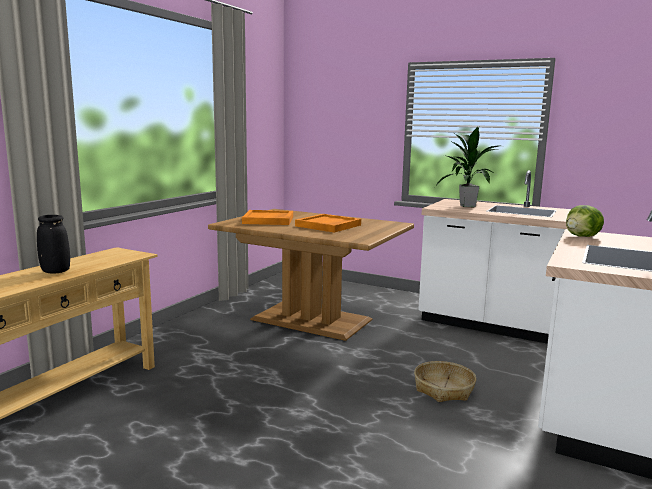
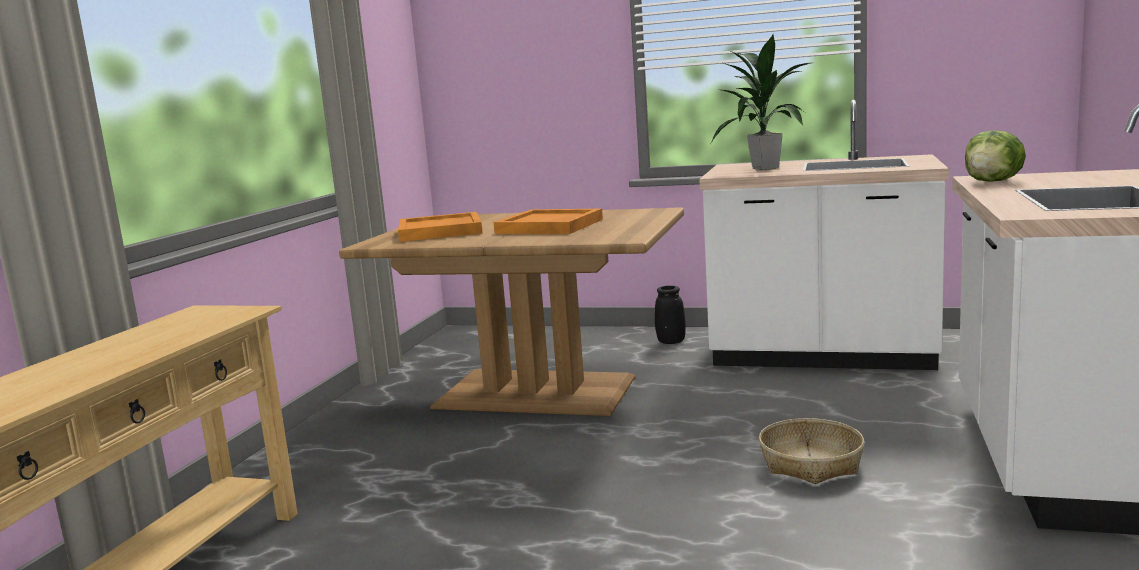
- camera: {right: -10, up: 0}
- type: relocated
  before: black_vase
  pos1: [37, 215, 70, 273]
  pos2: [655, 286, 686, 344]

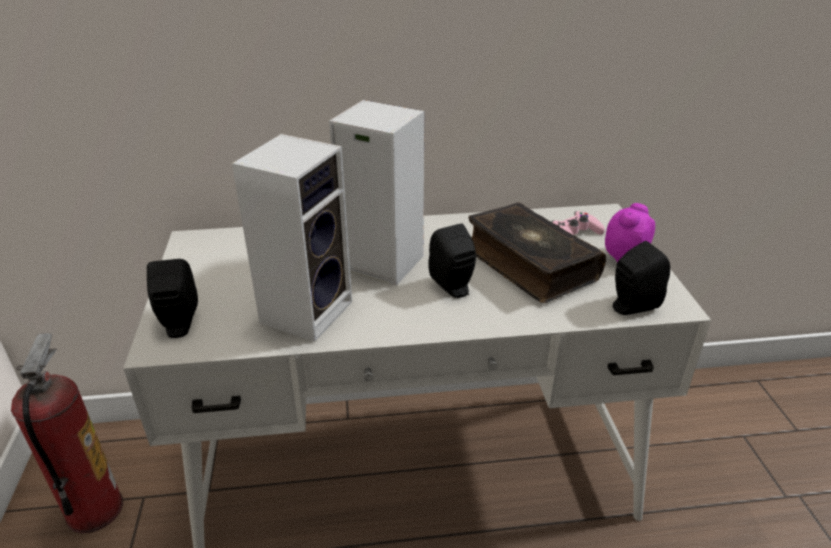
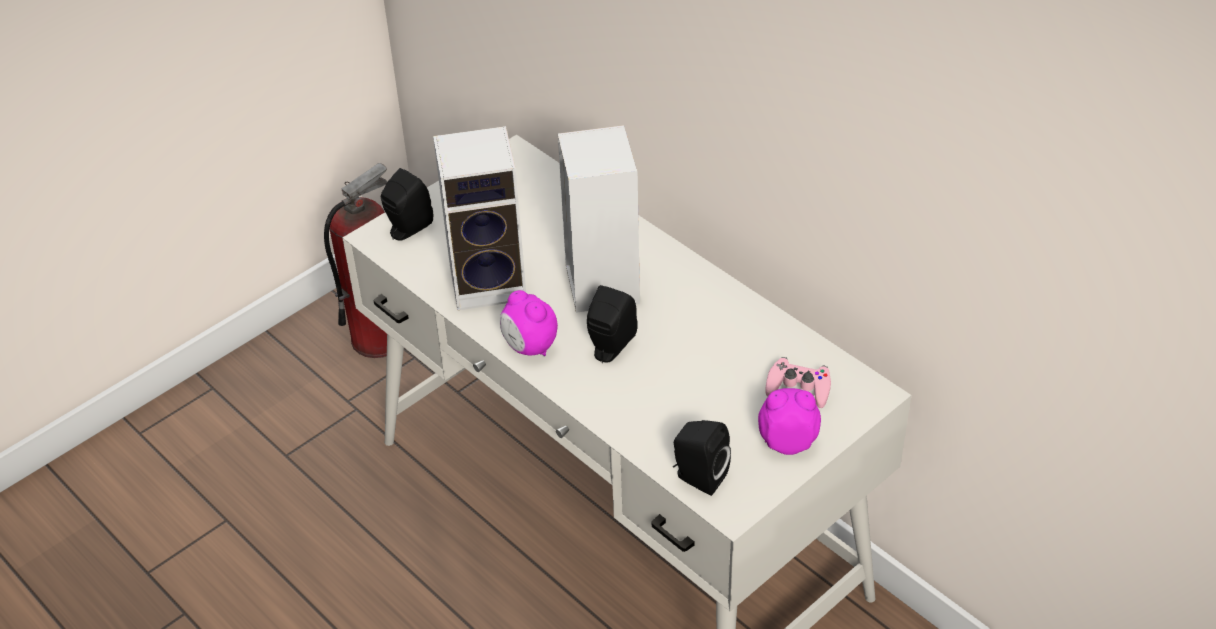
- camera: {right: 55, up: 10}
- type: appeared
  after: alarm_clock
  pos2: [500, 290, 558, 356]
- type: missing
  before: book
  pos1: [468, 202, 606, 303]

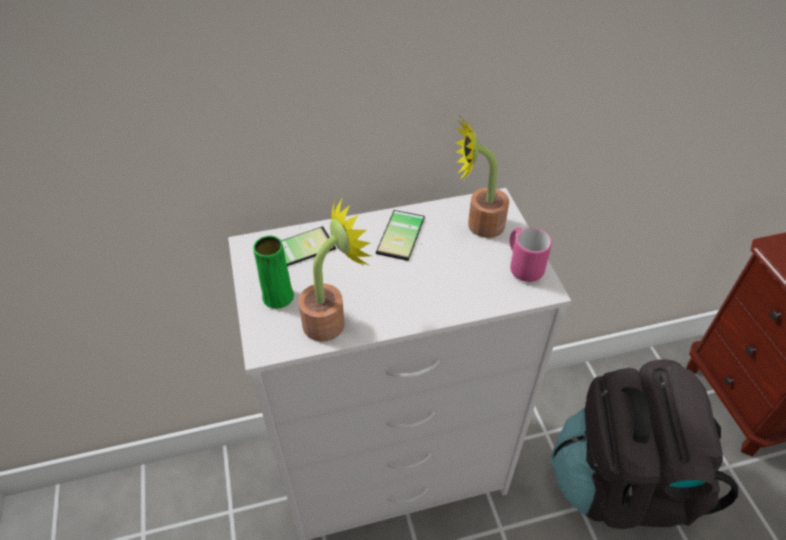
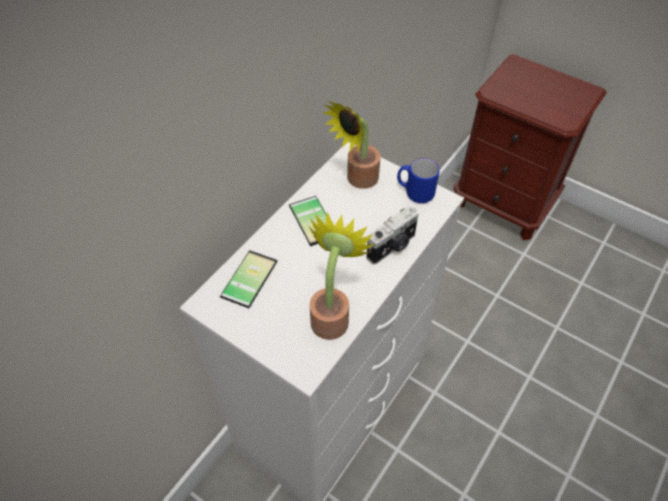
- camera: {right: -40, up: 5}
- type: appeared
  after: photo_camera
  pos2: [366, 206, 418, 264]
- type: colour
  before: pink_mug
  after: blue_mug
  pos1: [510, 228, 552, 282]
  pos2: [397, 158, 440, 203]
- type: missing
  before: green_vase
  pos1: [253, 236, 294, 309]
- type: missing
  before: black_backpack
  pos1: [551, 359, 738, 529]

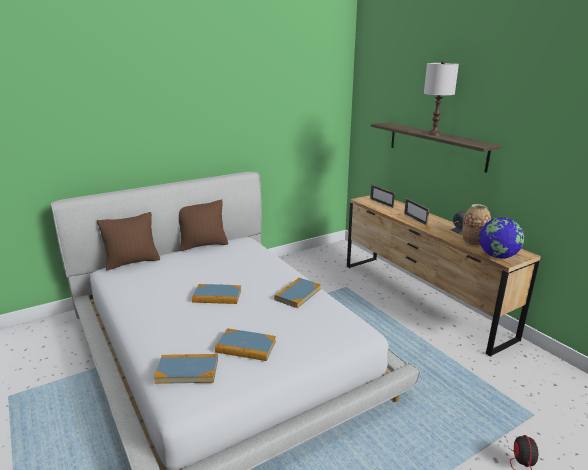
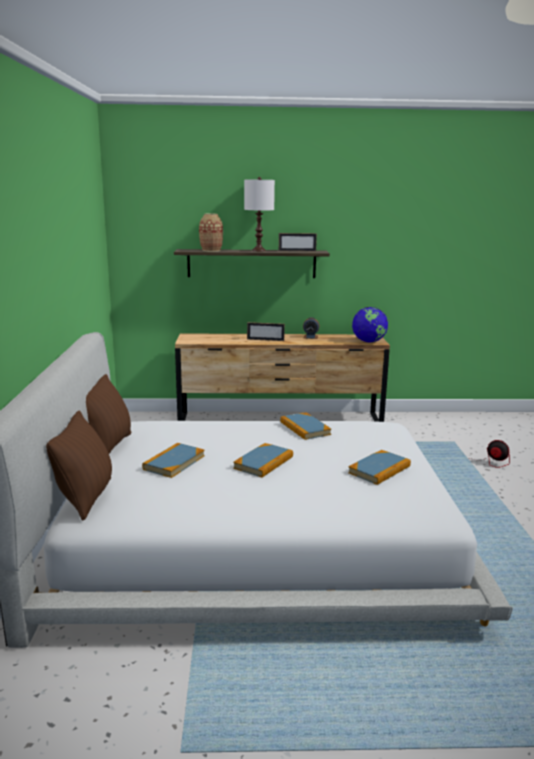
- camera: {right: -60, up: -5}
- type: relocated
  before: book
  pos1: [154, 354, 218, 384]
  pos2: [142, 443, 205, 478]
- type: relocated
  before: vase
  pos1: [462, 204, 491, 246]
  pos2: [199, 214, 223, 252]
- type: relocated
  before: picture_frame
  pos1: [370, 185, 395, 208]
  pos2: [279, 233, 317, 251]

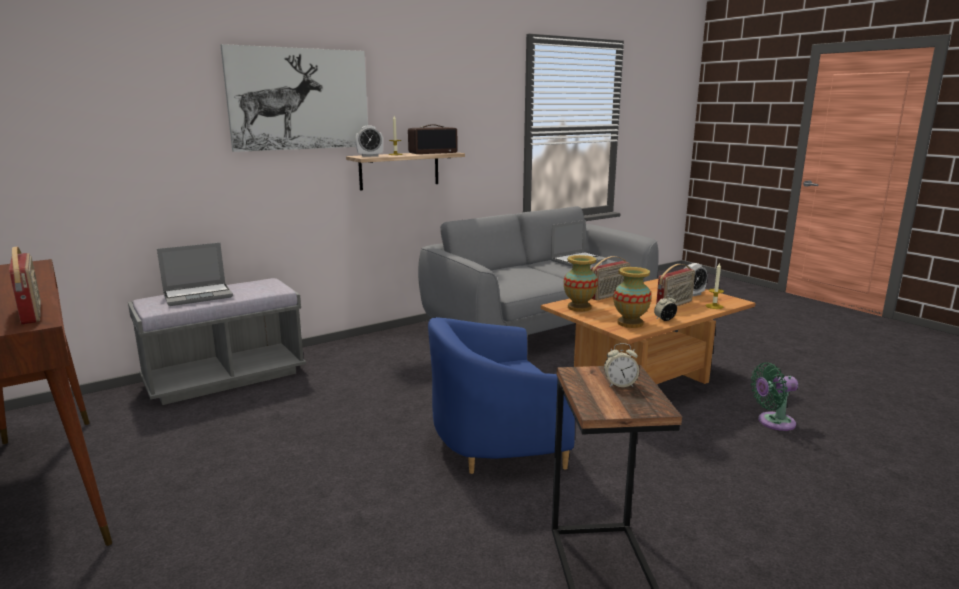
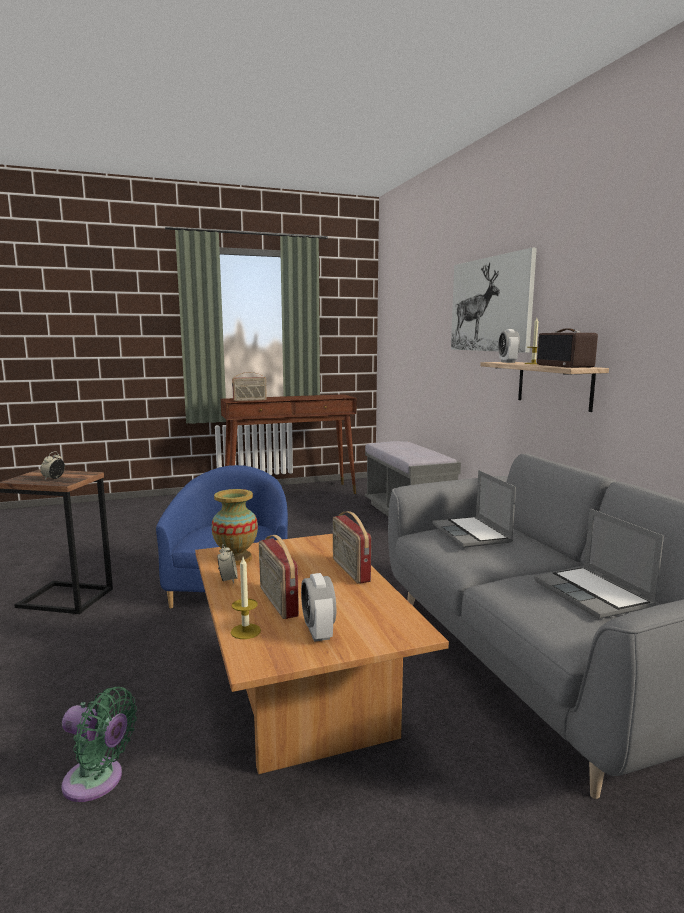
- camera: {right: 105, up: -5}
- type: spun
  before: green_fan
  pos1: [751, 362, 798, 431]
  pos2: [61, 687, 137, 802]
  turn: 105
- type: relocated
  before: laptop
  pos1: [157, 242, 233, 306]
  pos2: [432, 470, 516, 548]
- type: missing
  before: vase
  pos1: [564, 255, 598, 312]

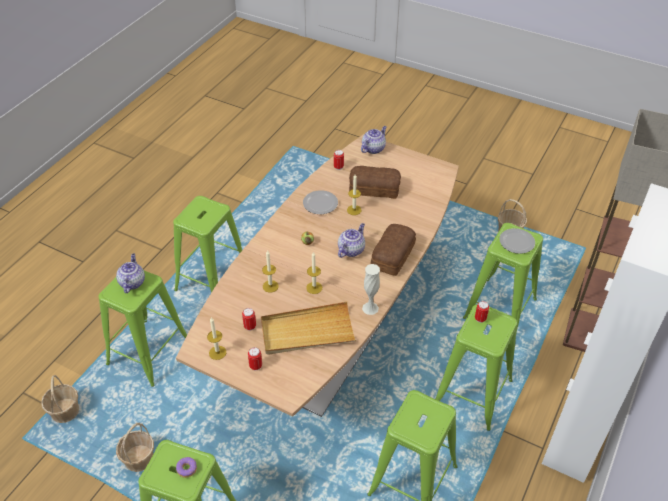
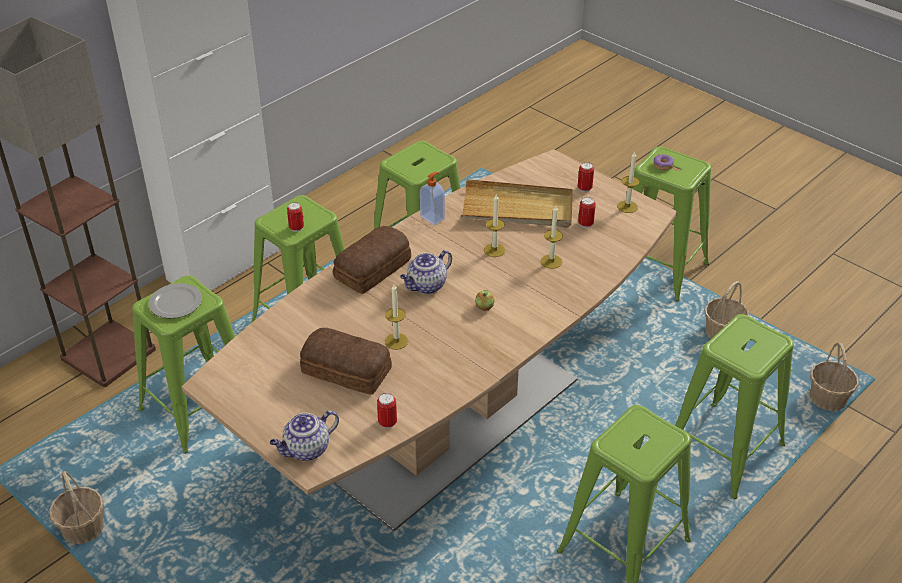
- camera: {right: -165, up: -5}
- type: exchanged
  before: white_vase
  after: soap_dispenser
  pos1: [362, 264, 380, 315]
  pos2: [420, 172, 445, 225]
- type: missing
  before: teapot
  pos1: [116, 253, 145, 293]
- type: missing
  before: plate
  pos1: [303, 190, 338, 214]

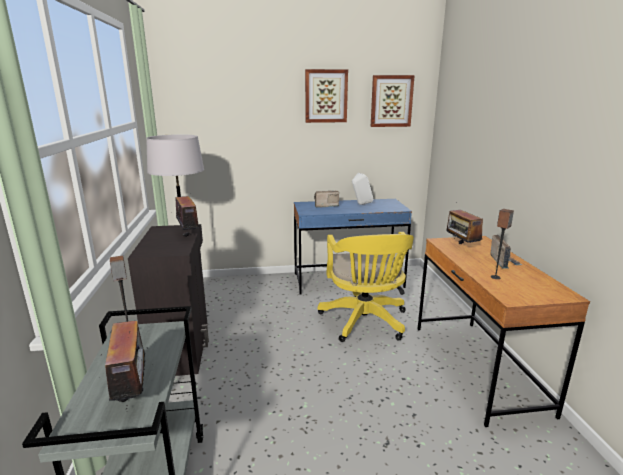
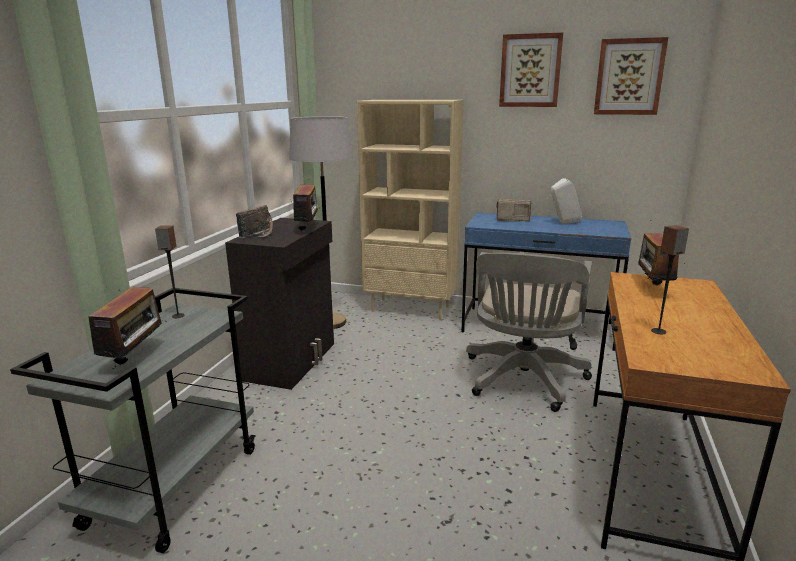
- camera: {right: 25, up: 0}
- type: relocated
  before: radio
  pos1: [490, 234, 522, 269]
  pos2: [236, 205, 273, 238]
- type: appeared
  after: beige_bookcase
  pos2: [357, 100, 464, 320]
- type: colour
  before: yellow_office_chair
  after: grey_office_chair
  pos1: [318, 232, 414, 342]
  pos2: [466, 252, 592, 412]

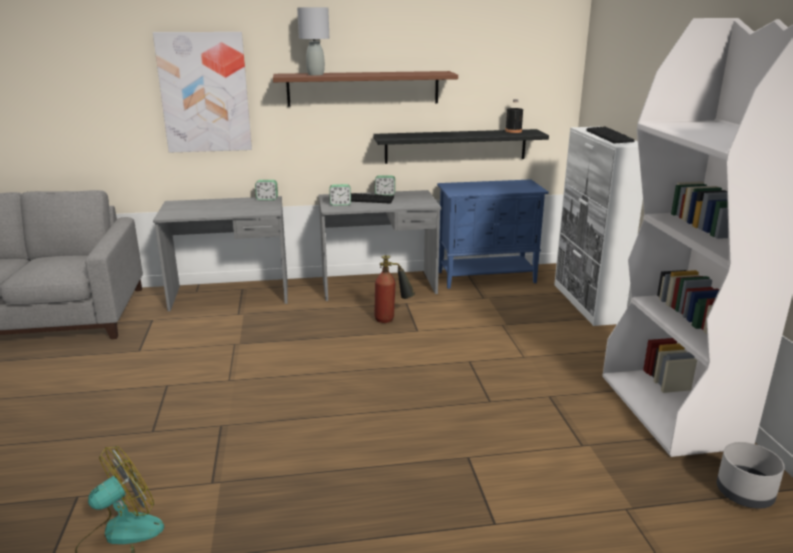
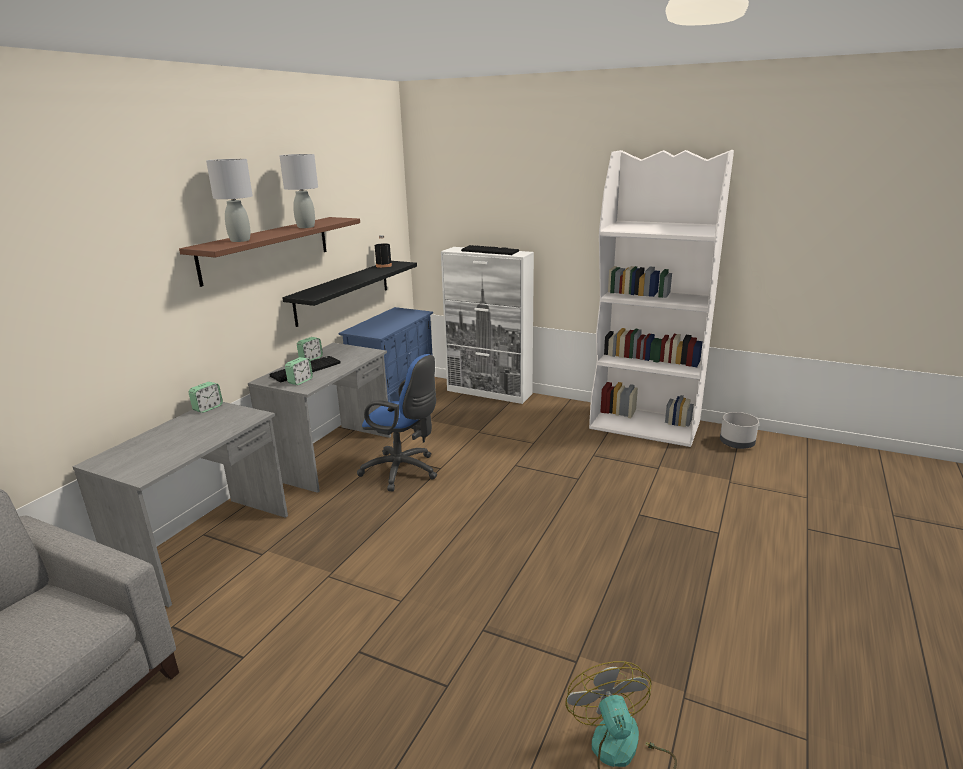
- camera: {right: -55, up: 0}
- type: appeared
  after: grey_table_lamp
  pos2: [279, 154, 318, 228]
- type: exchanged
  before: fire_extinguisher
  after: blue_office_chair
  pos1: [374, 255, 415, 323]
  pos2: [357, 354, 437, 491]
- type: missing
  before: picture
  pos1: [153, 32, 252, 153]

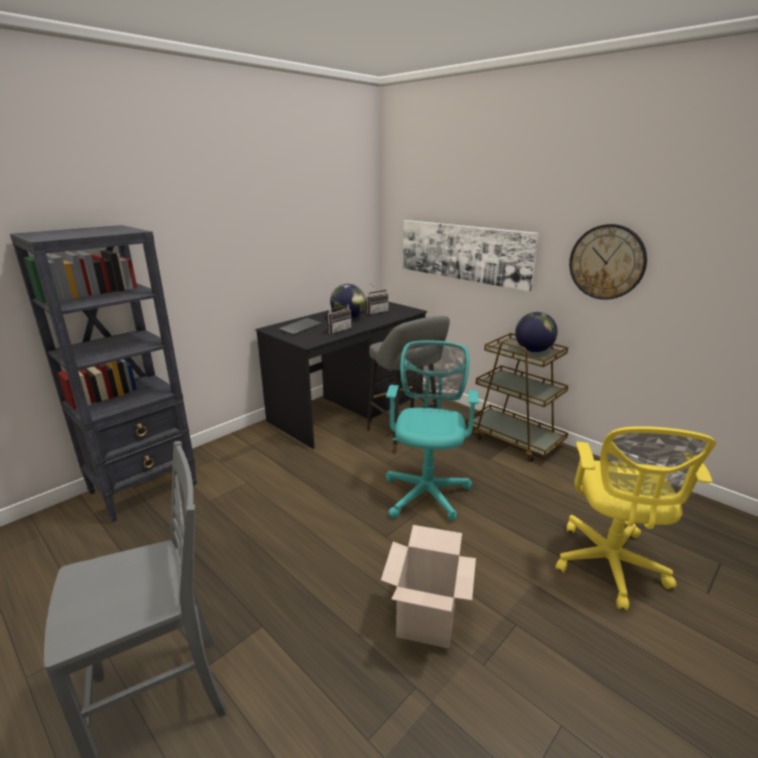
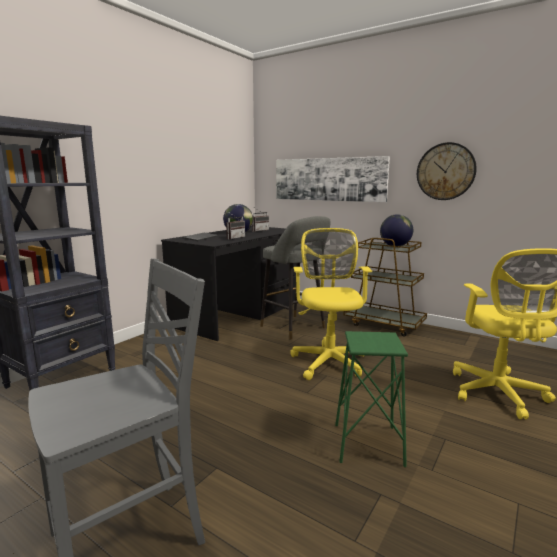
- camera: {right: -10, up: -10}
- type: colour
  before: turquoise_office_chair
  after: yellow_office_chair
  pos1: [386, 341, 479, 520]
  pos2: [290, 228, 372, 380]
- type: exchanged
  before: cardboard_box
  after: green_stool
  pos1: [381, 525, 476, 649]
  pos2: [335, 331, 408, 467]

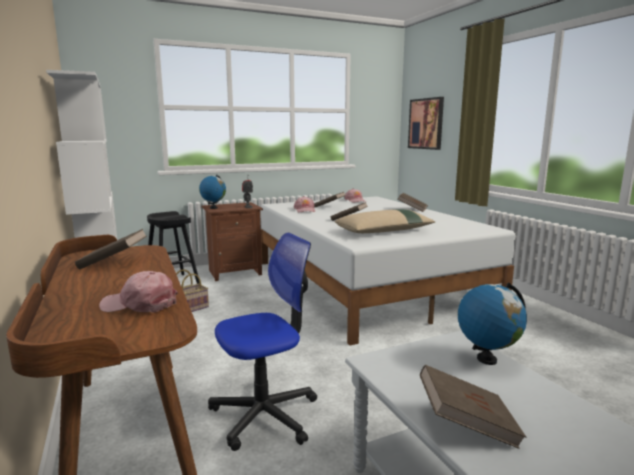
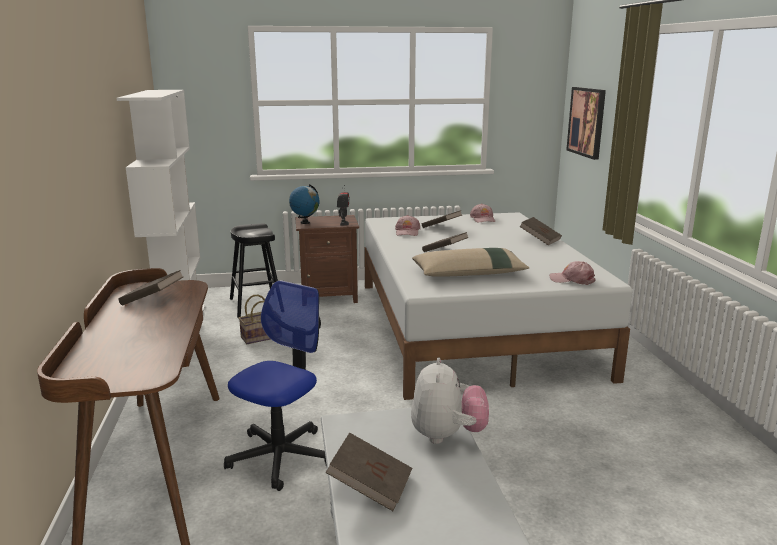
- camera: {right: 15, up: 5}
- type: spun
  before: office_chair
  pos1: [208, 233, 317, 451]
  pos2: [224, 280, 327, 491]
  turn: -45
- type: exchanged
  before: globe
  after: plush_toy
  pos1: [458, 282, 527, 365]
  pos2: [411, 358, 489, 444]
- type: relocated
  before: pink_cap
  pos1: [99, 271, 178, 312]
  pos2: [550, 261, 595, 285]

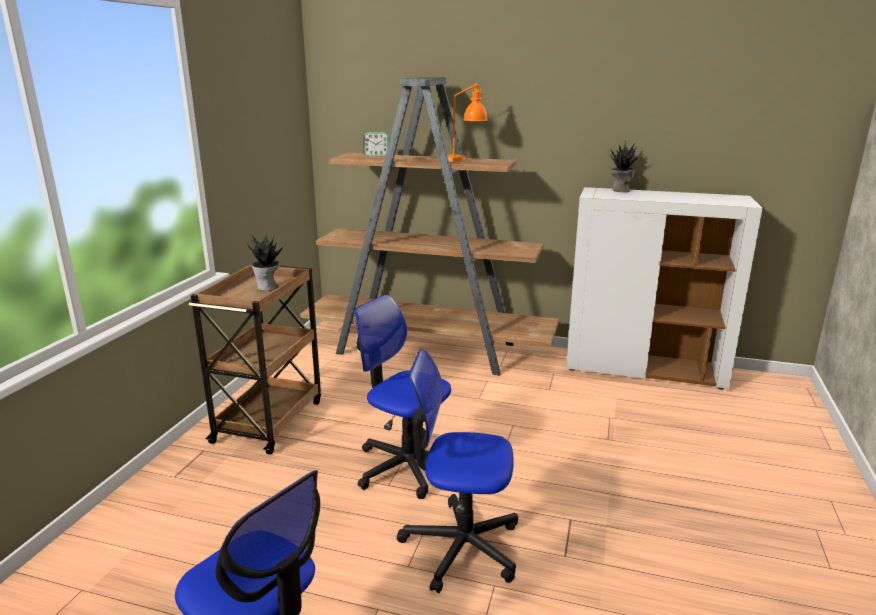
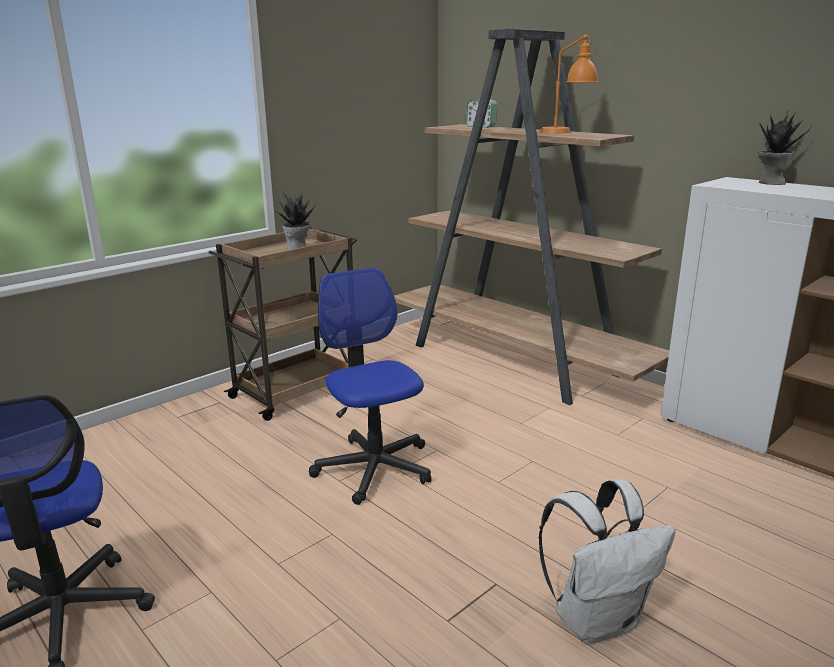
- camera: {right: 30, up: 0}
- type: appeared
  after: white_backpack
  pos2: [538, 479, 676, 643]
- type: missing
  before: office_chair
  pos1: [397, 349, 518, 593]

